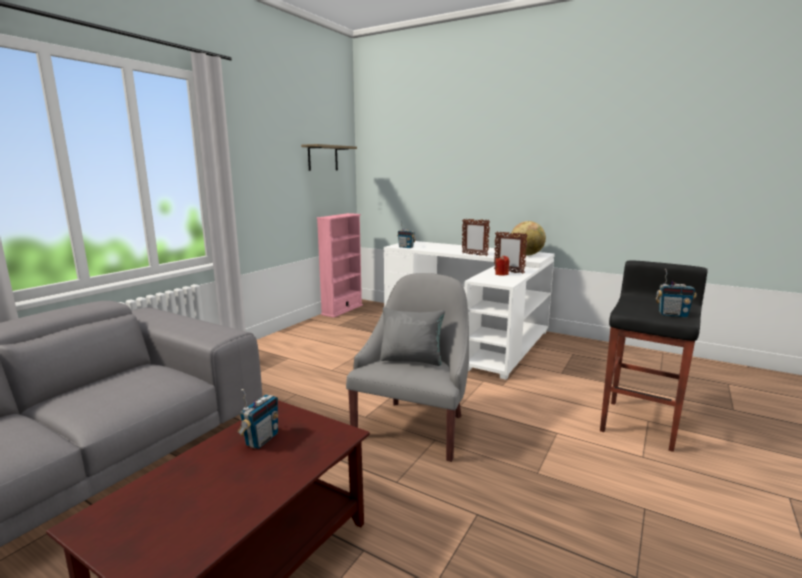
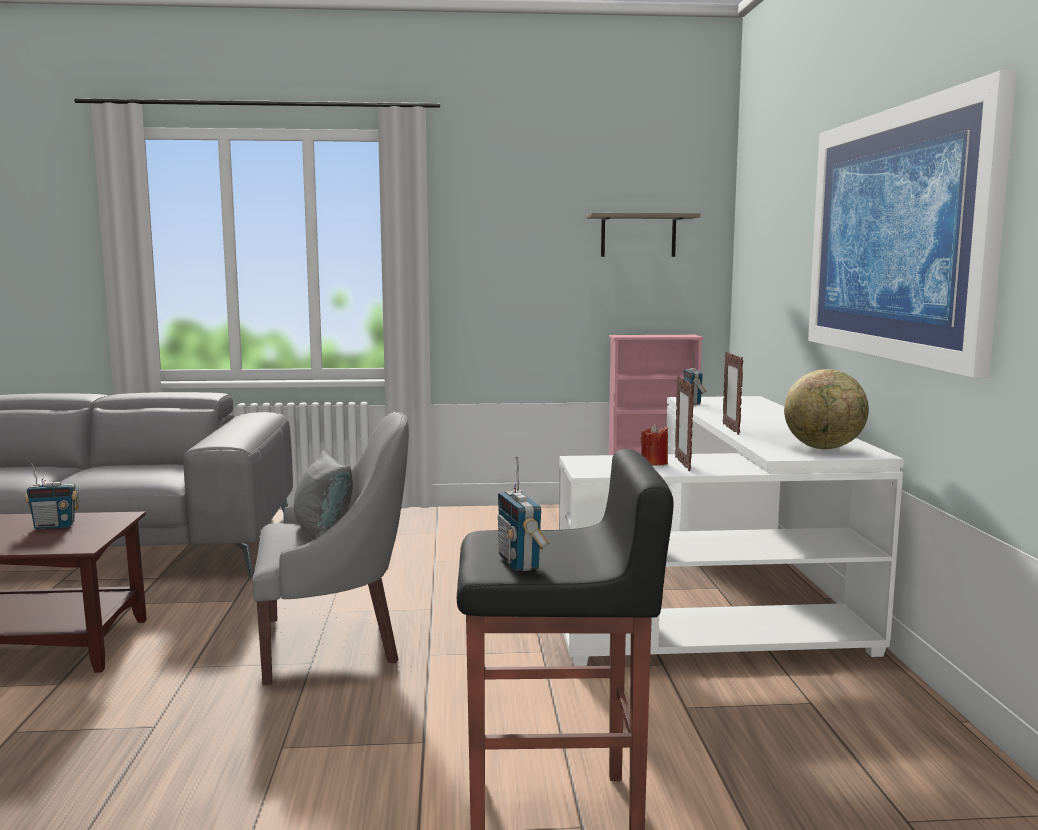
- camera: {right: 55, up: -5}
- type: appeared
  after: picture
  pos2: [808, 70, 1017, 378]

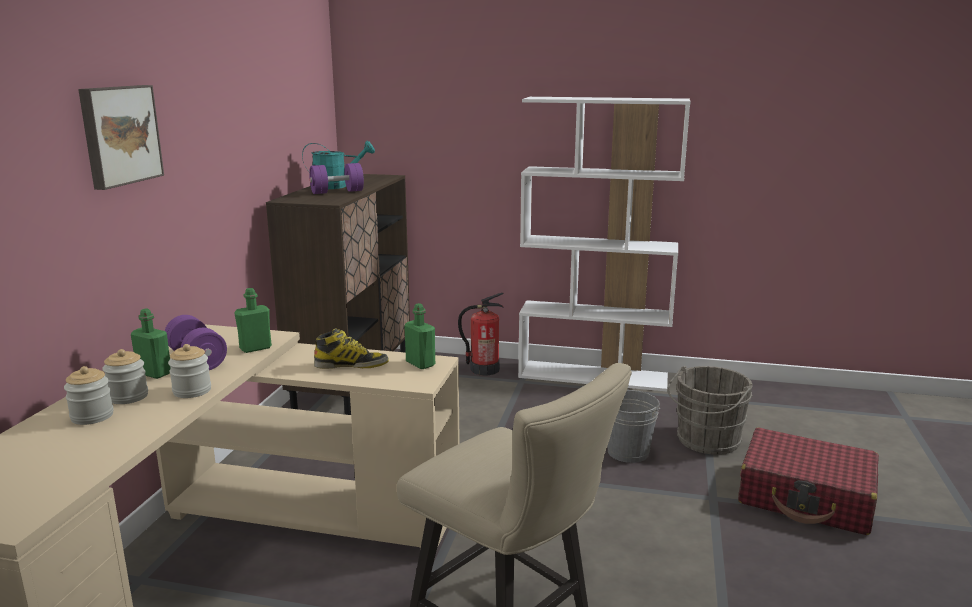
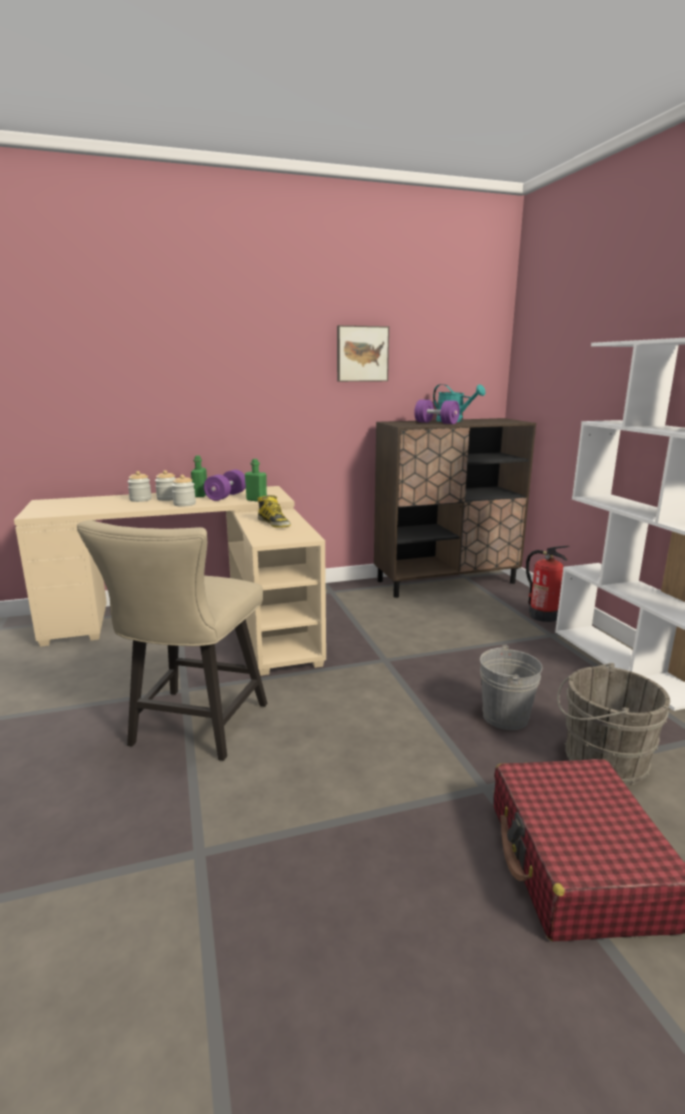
- camera: {right: 60, up: 0}
- type: relocated
  before: picture
  pos1: [78, 85, 164, 190]
  pos2: [337, 325, 389, 382]
- type: missing
  before: green_bottle
  pos1: [404, 303, 435, 369]

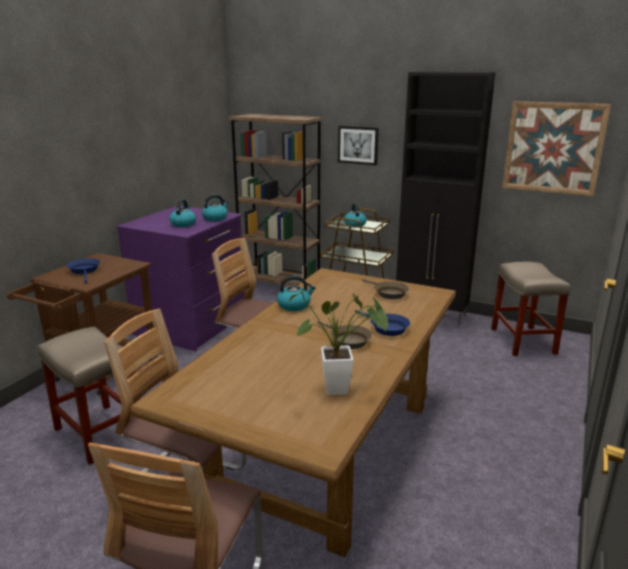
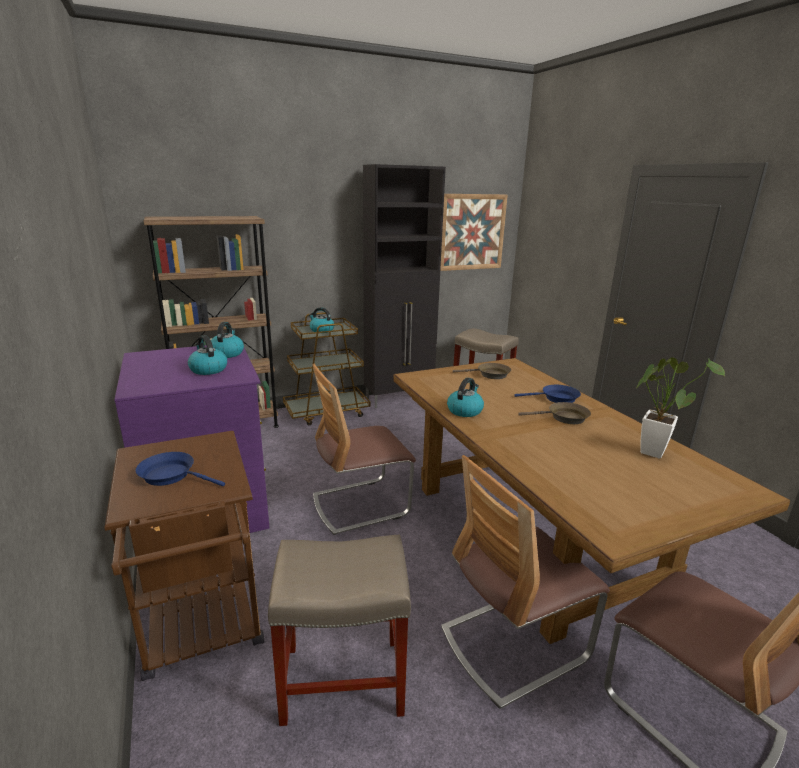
- camera: {right: -50, up: 0}
- type: missing
  before: picture
  pos1: [338, 126, 379, 165]

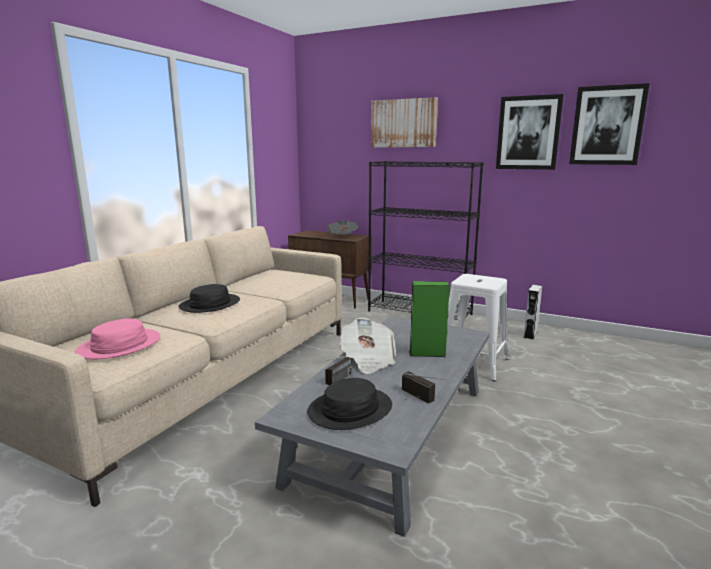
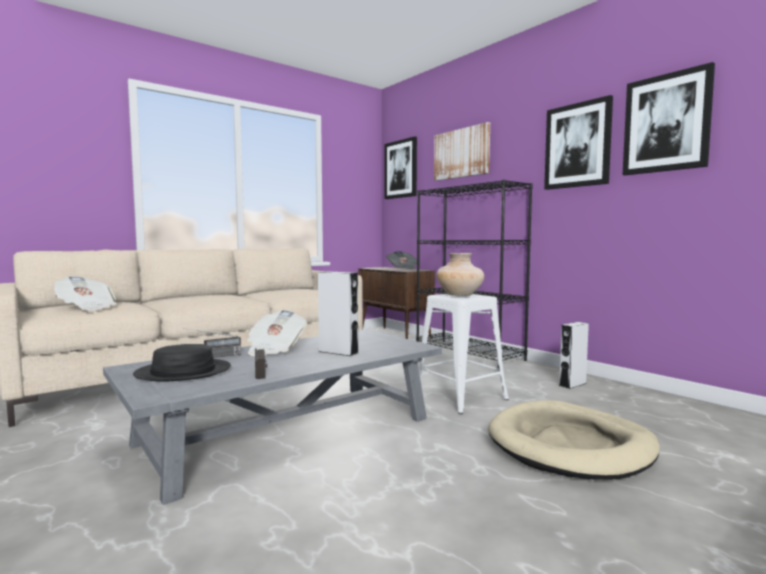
- camera: {right: 25, up: -10}
- type: exchanged
  before: pink_hat
  after: newspaper
  pos1: [75, 318, 160, 359]
  pos2: [54, 276, 117, 311]
- type: colour
  before: green_speaker
  after: grey_speaker
  pos1: [409, 281, 450, 357]
  pos2: [318, 271, 358, 356]
- type: appeared
  after: picture
  pos2: [385, 136, 417, 199]
- type: appeared
  after: beige_vase
  pos2: [437, 253, 484, 296]
- type: appeared
  after: beige_dog_bed
  pos2: [488, 400, 660, 480]
- type: missing
  before: black_hat
  pos1: [179, 284, 240, 313]

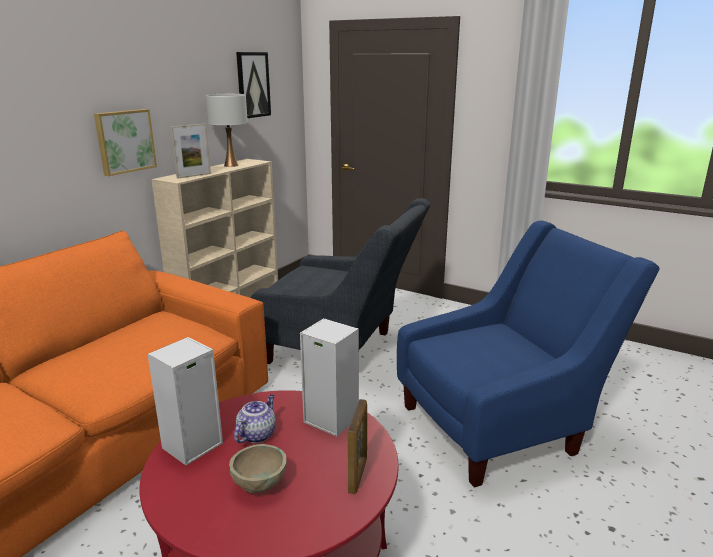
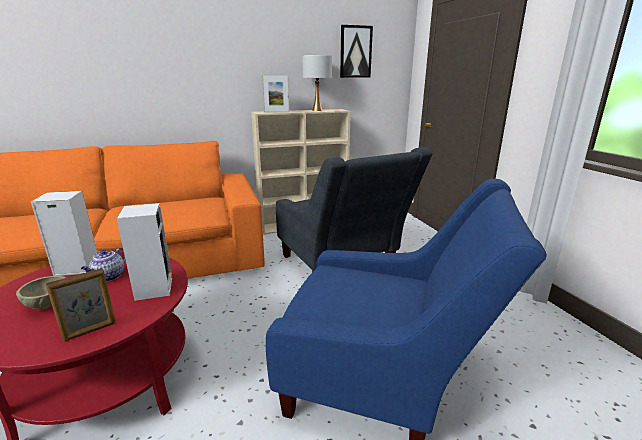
- camera: {right: 40, up: 0}
- type: spun
  before: teapot
  pos1: [234, 394, 276, 443]
  pos2: [81, 247, 126, 281]
  turn: 135
- type: missing
  before: picture
  pos1: [94, 109, 157, 176]

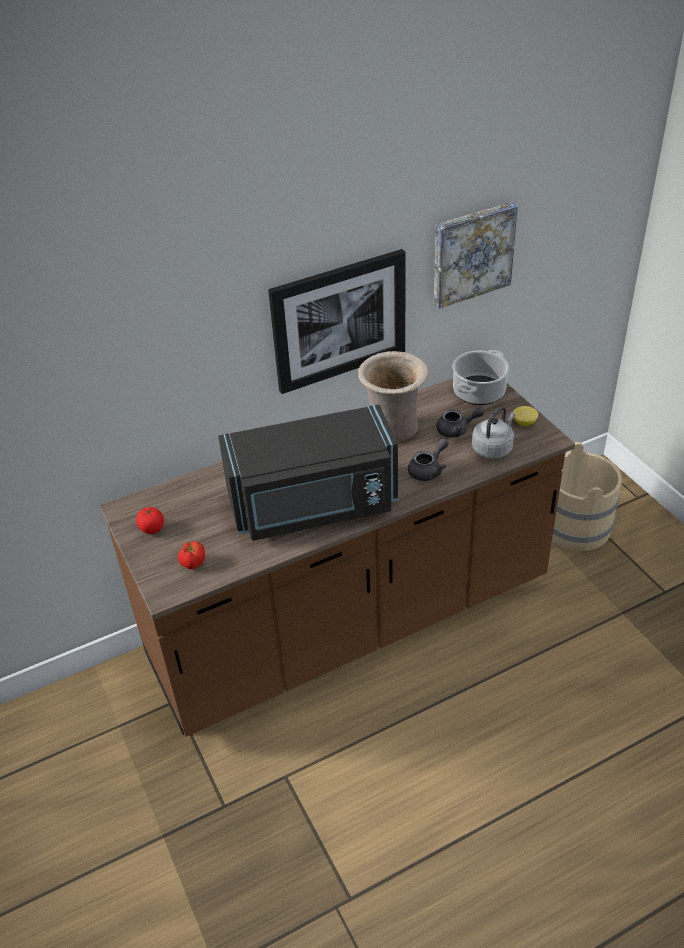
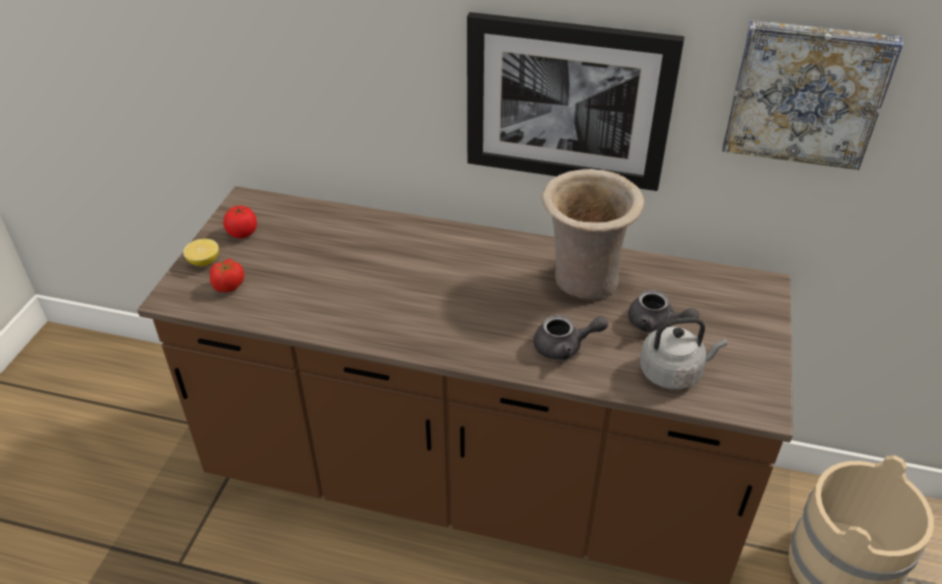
- camera: {right: 40, up: 0}
- type: relocated
  before: lemon
  pos1: [513, 406, 538, 426]
  pos2: [183, 239, 219, 266]
- type: missing
  before: black_microwave
  pos1: [218, 404, 398, 541]
- type: missing
  before: cooking_pot
  pos1: [453, 350, 509, 405]

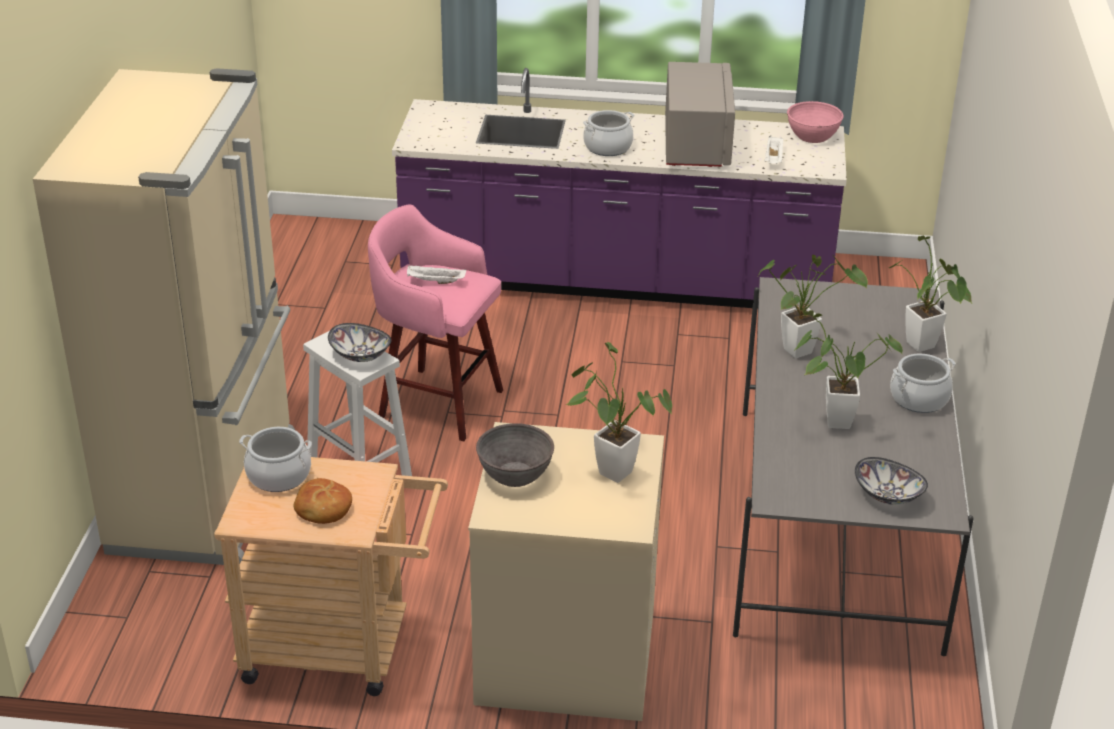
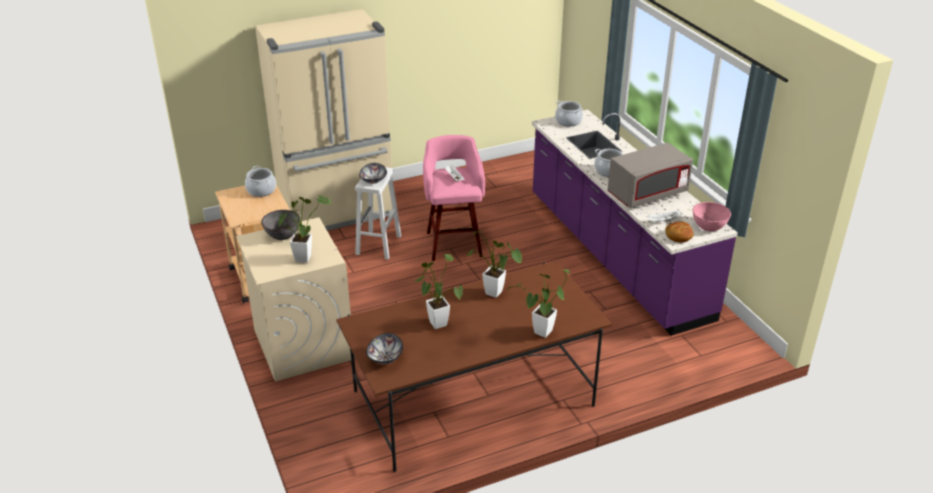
- camera: {right: 60, up: 0}
- type: colour
  before: grey_dining_table
  after: brown_dining_table
  pos1: [733, 277, 974, 656]
  pos2: [336, 261, 612, 472]
- type: relocated
  before: cooking_pot
  pos1: [890, 354, 956, 413]
  pos2: [555, 101, 583, 126]
- type: relocated
  before: bread
  pos1: [293, 478, 352, 524]
  pos2: [665, 222, 694, 243]

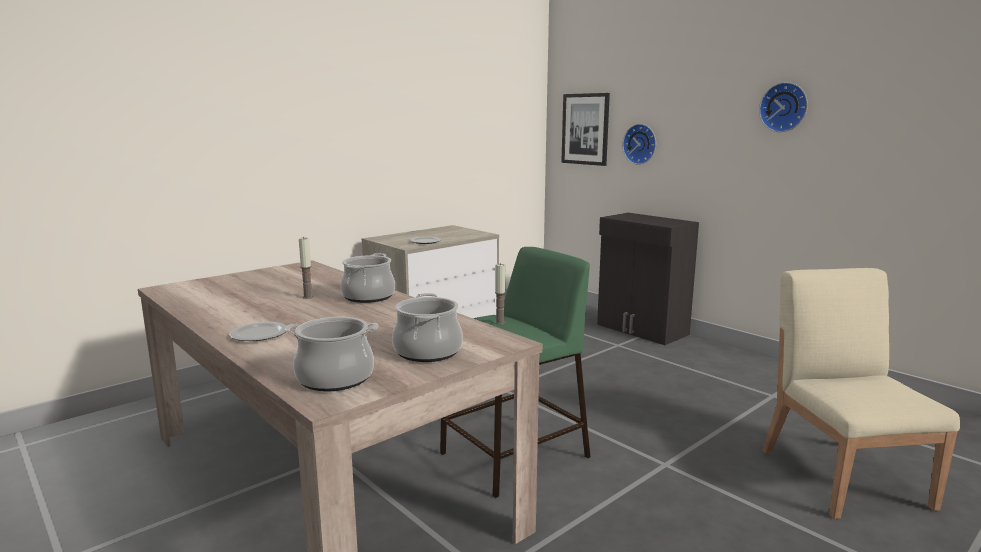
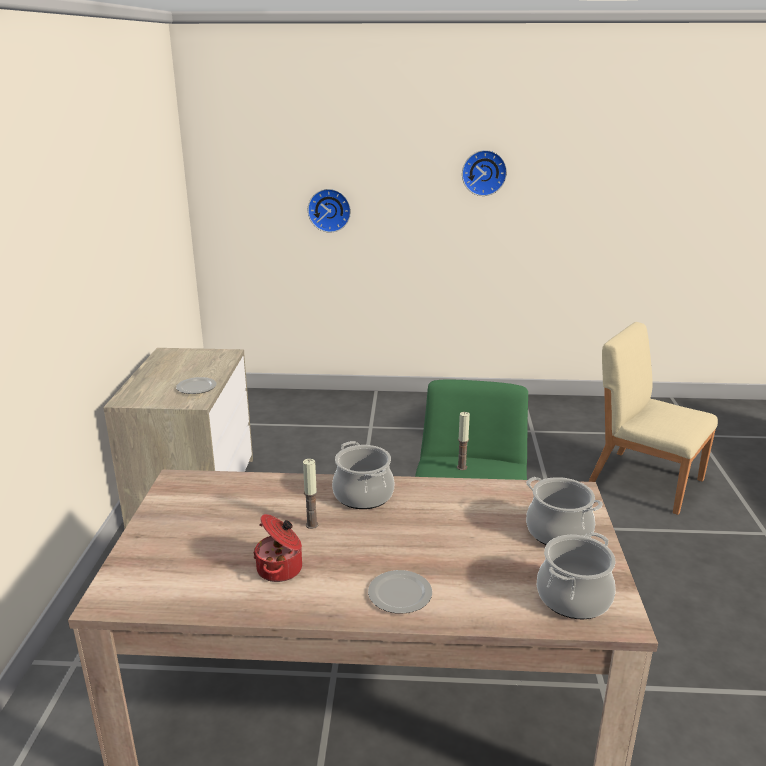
- camera: {right: -45, up: 10}
- type: appeared
  after: cooking_pot
  pos2: [253, 514, 302, 582]
- type: missing
  before: picture
  pos1: [561, 93, 610, 166]
- type: missing
  before: black_cabinet
  pos1: [597, 213, 699, 345]

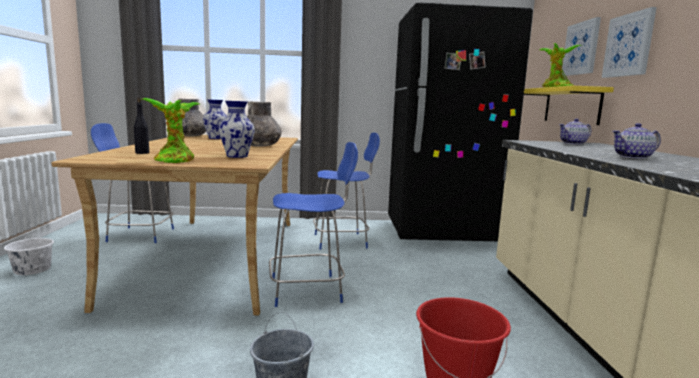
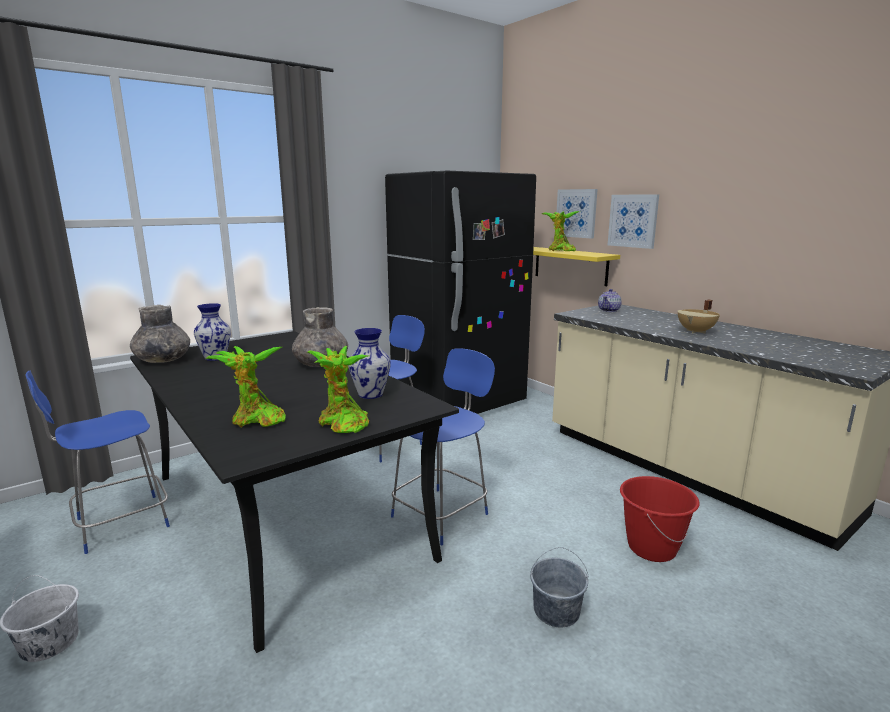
- camera: {right: -35, up: 5}
- type: colour
  before: beige_dining_table
  after: black_dining_table
  pos1: [52, 135, 298, 315]
  pos2: [130, 331, 459, 653]
- type: exchanged
  before: black_bottle
  after: potted_plant
  pos1: [134, 97, 149, 154]
  pos2: [205, 346, 286, 428]
- type: exchanged
  before: teapot
  after: beige_cooking_pot
  pos1: [612, 123, 661, 159]
  pos2: [677, 300, 720, 333]

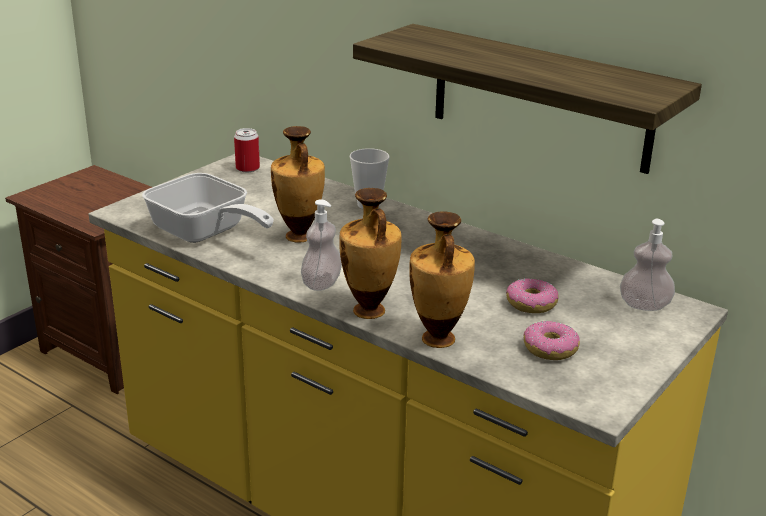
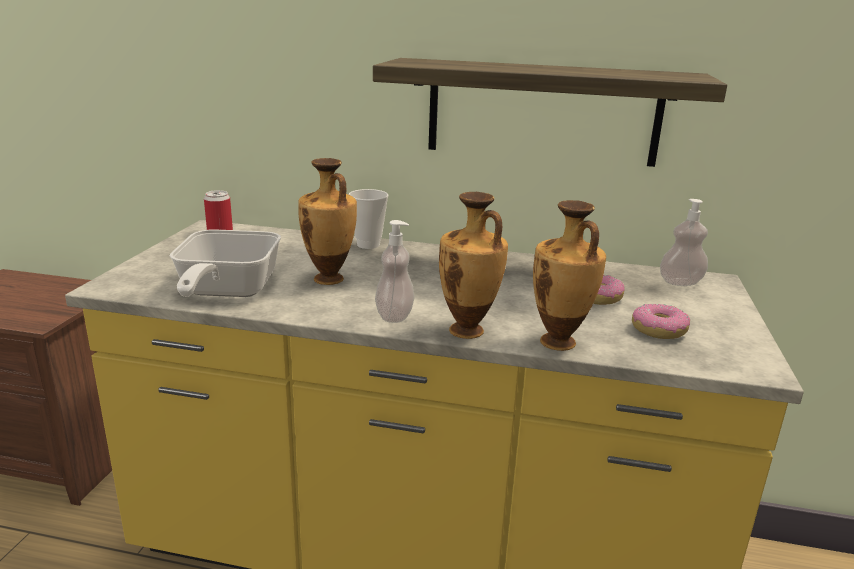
- camera: {right: -25, up: -5}
- type: spun
  before: frying_pan
  pos1: [142, 173, 274, 243]
  pos2: [170, 230, 281, 297]
  turn: 75

